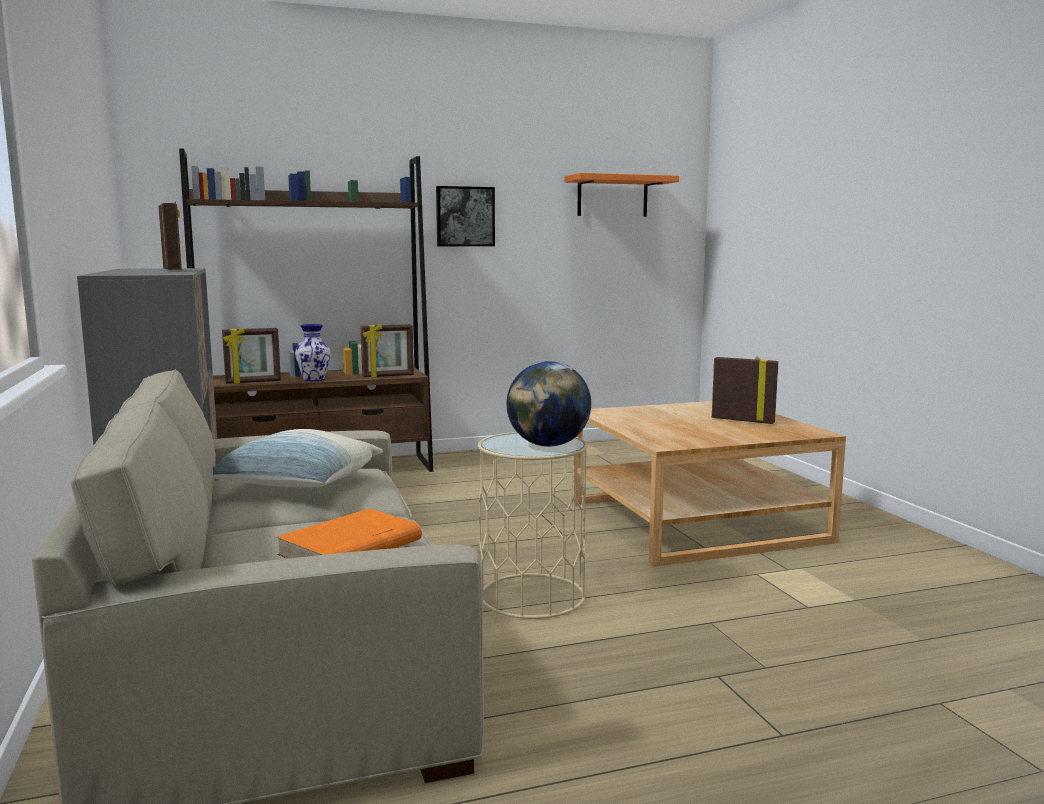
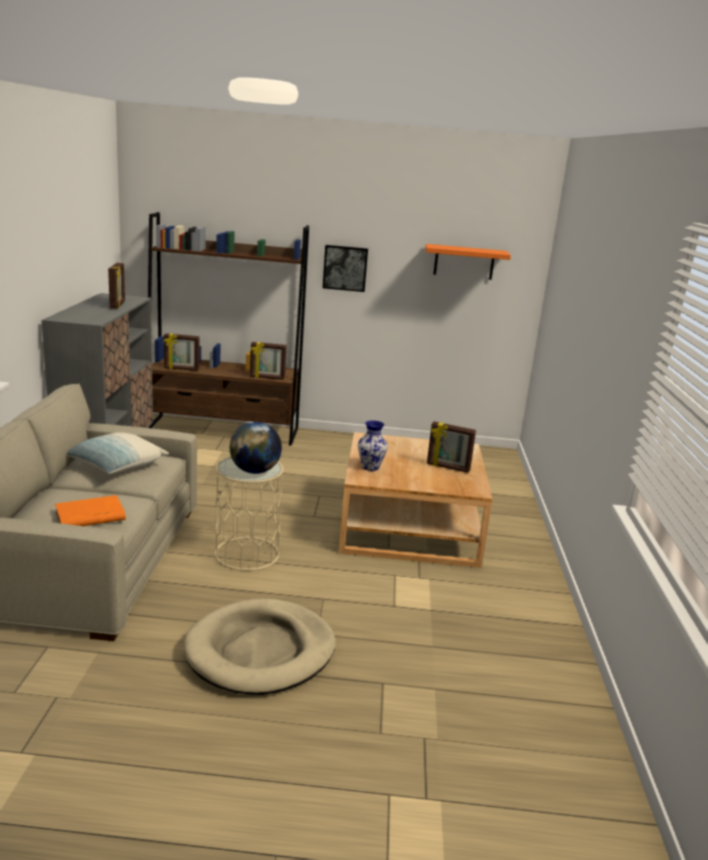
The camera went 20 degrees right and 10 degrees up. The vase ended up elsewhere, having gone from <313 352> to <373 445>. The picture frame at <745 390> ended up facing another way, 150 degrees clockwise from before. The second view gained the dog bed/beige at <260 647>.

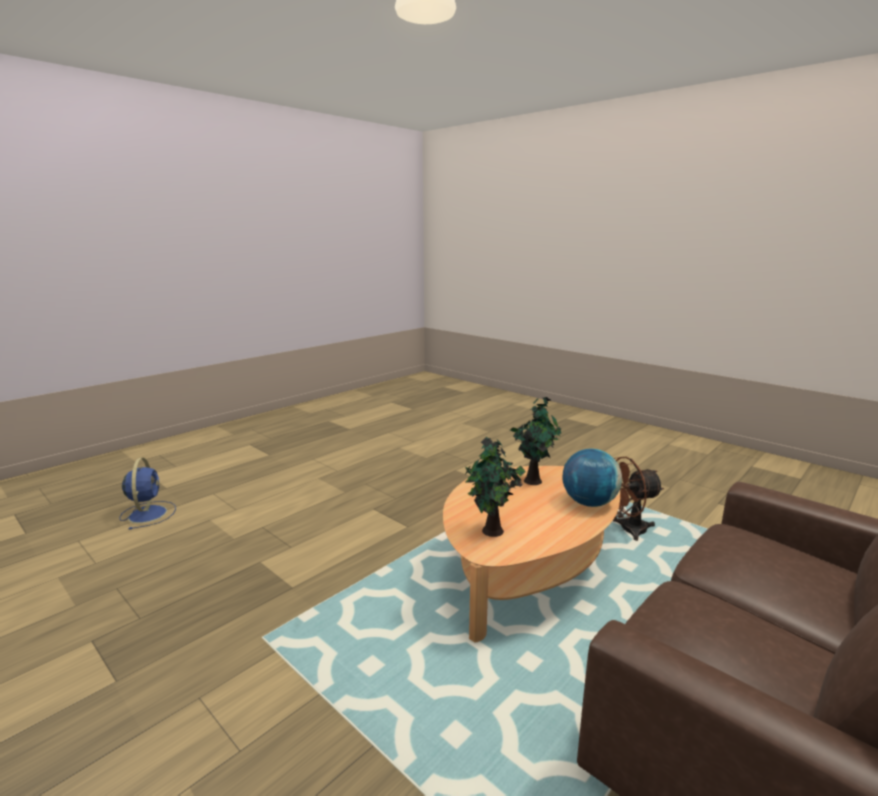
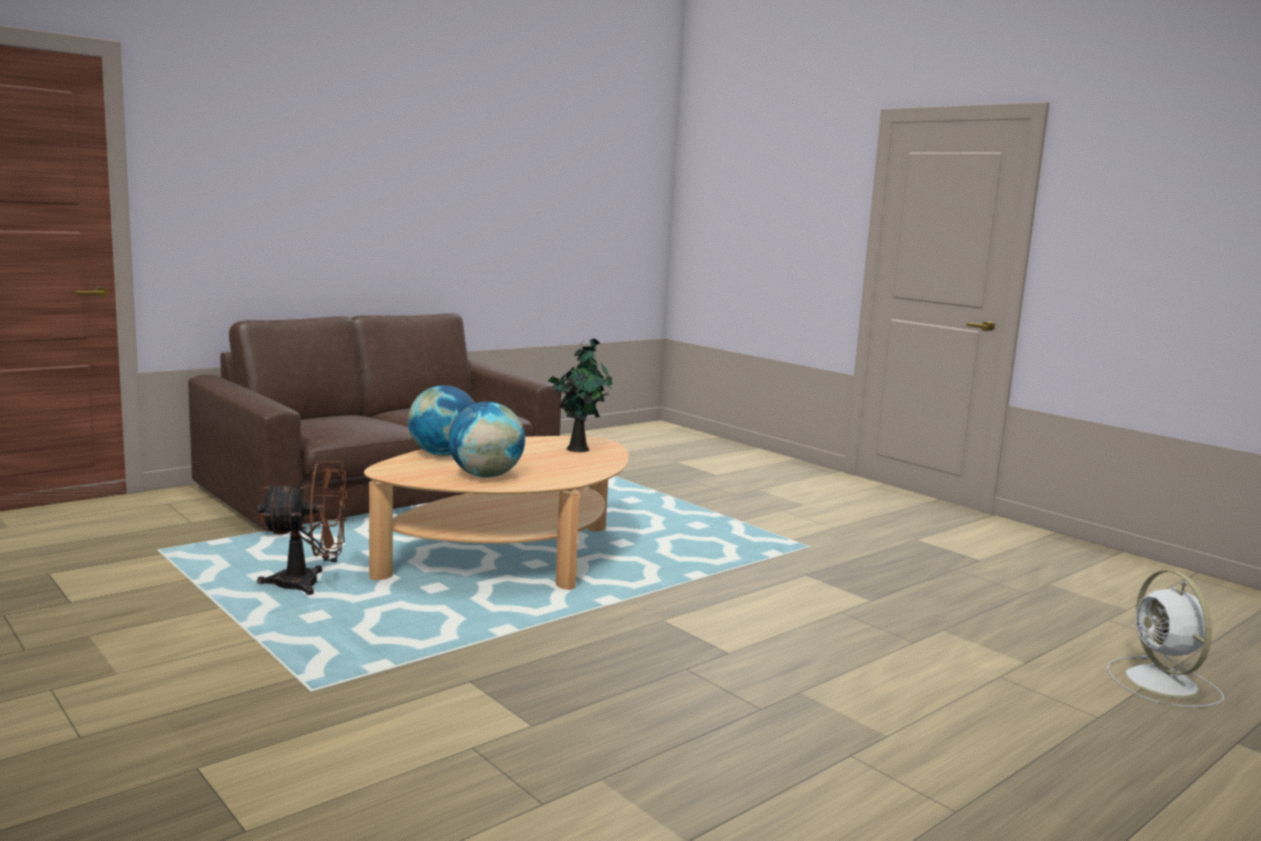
The camera went 175 degrees left and 5 degrees down. What was the fan/blue at <147 494> turned into the fan/white at <1165 639>. Where the potted plant stood at <536 441>, the globe came to stand at <487 440>.

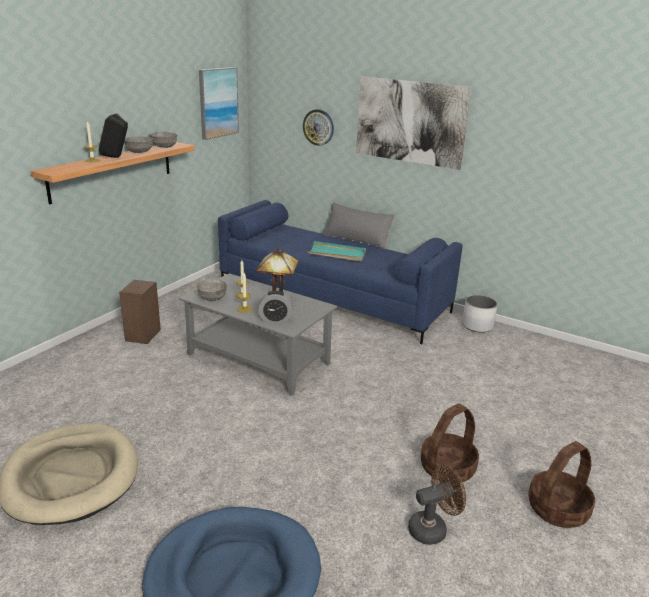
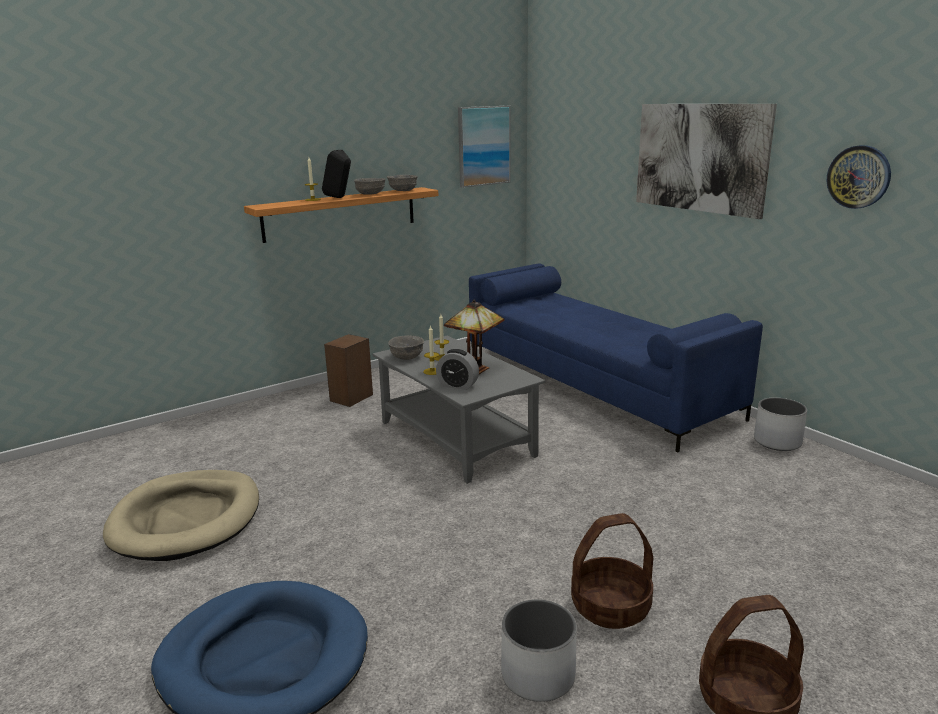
The camera went 25 degrees right and 5 degrees down. The wall clock ended up elsewhere, having gone from <318 127> to <859 177>. The second view lost the tray/turquoise at <336 251>. The second view lost the pillow/grey at <359 226>. Where the fan/brown stood at <437 504>, the planter/white came to stand at <539 650>.

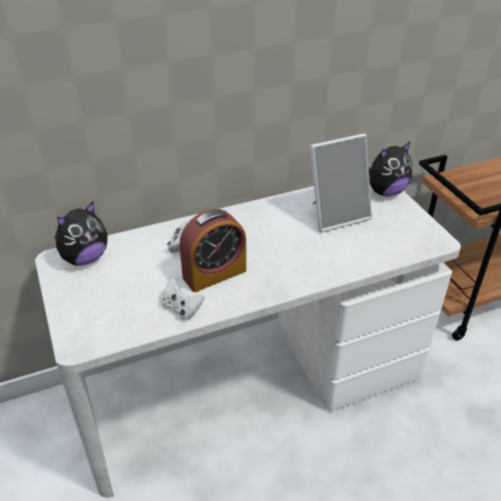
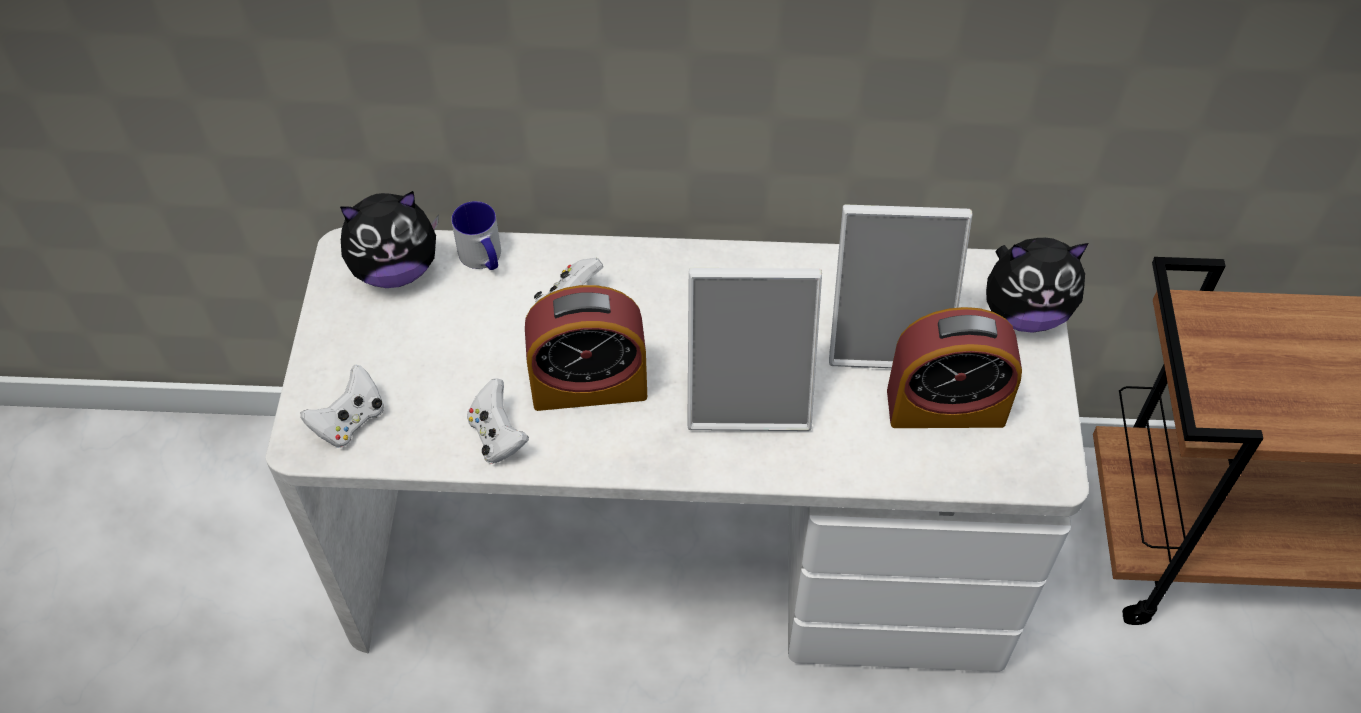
The camera went 25 degrees right and 15 degrees up. The second view gained the game controller/white at <342 406>. The second view gained the mug at <476 235>. The second view gained the picture frame at <754 349>. The second view gained the alarm clock at <954 367>.

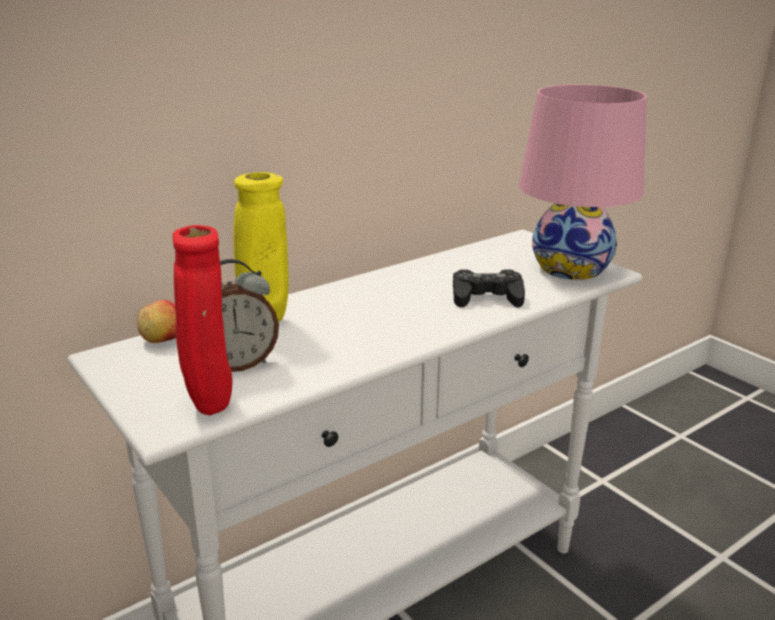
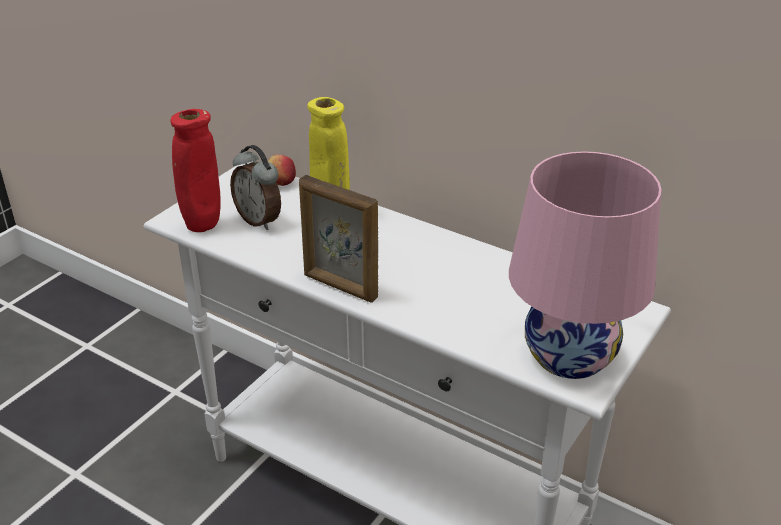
The camera went 70 degrees right and 10 degrees up. The second view lost the game controller/black at <489 289>. The second view gained the picture frame at <338 239>.

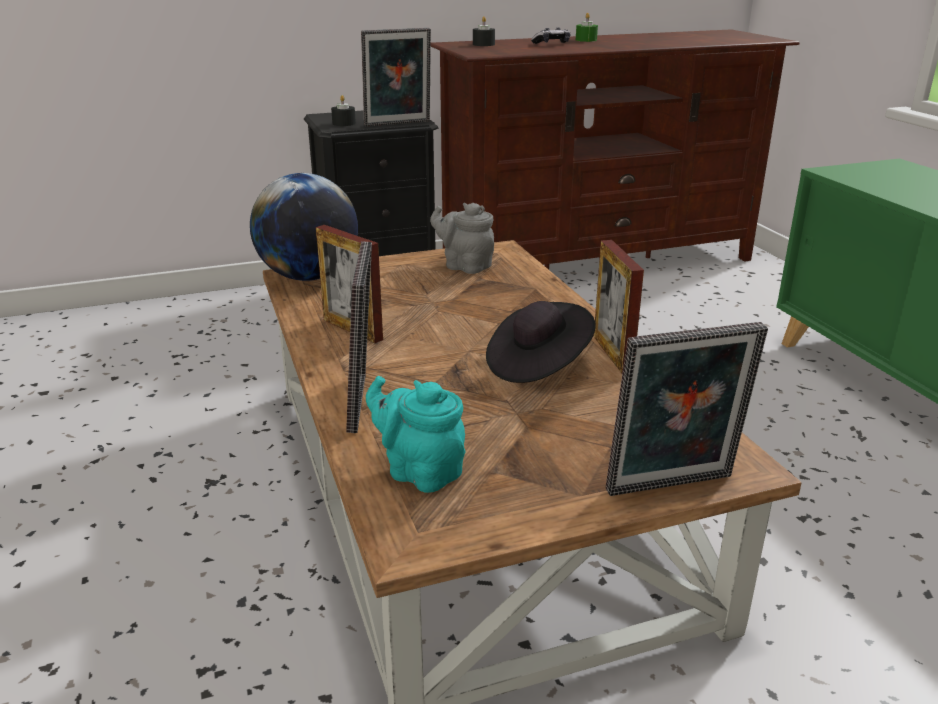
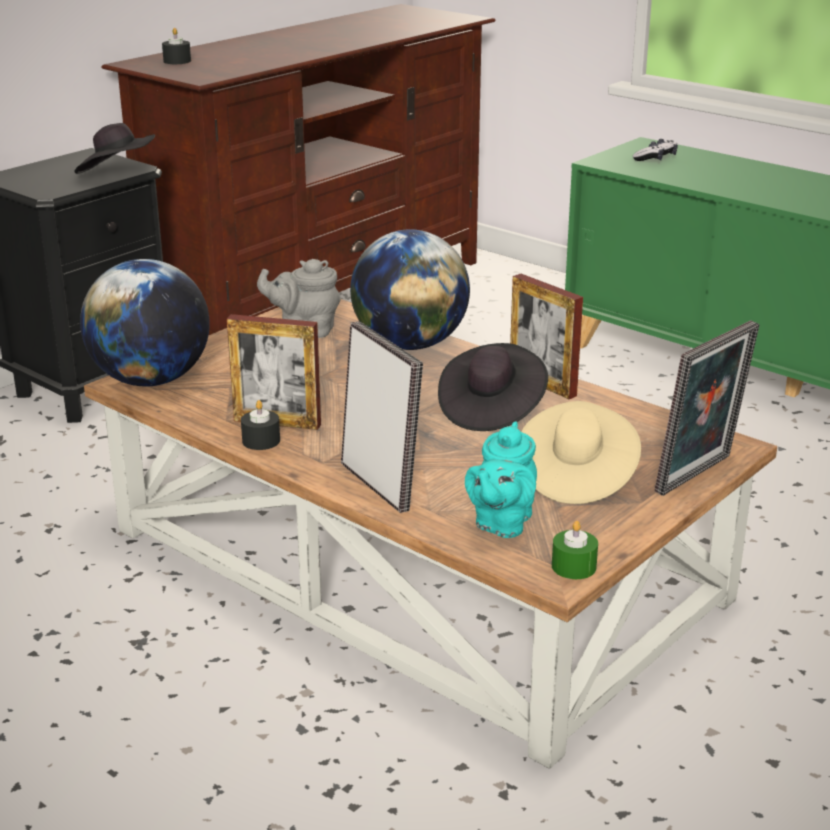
The camera went 30 degrees left and 0 degrees up. The candle/black ended up elsewhere, having gone from <343 110> to <260 425>. Where the picture frame stood at <396 77>, the hat/black came to stand at <115 148>. The teapot/turquoise at <416 434> ended up facing another way, 75 degrees counterclockwise from before. The game controller ended up elsewhere, having gone from <550 36> to <655 150>. The candle/green ended up elsewhere, having gone from <587 27> to <575 550>. The second view gained the globe at <410 289>. The second view gained the hat/beige at <581 452>.

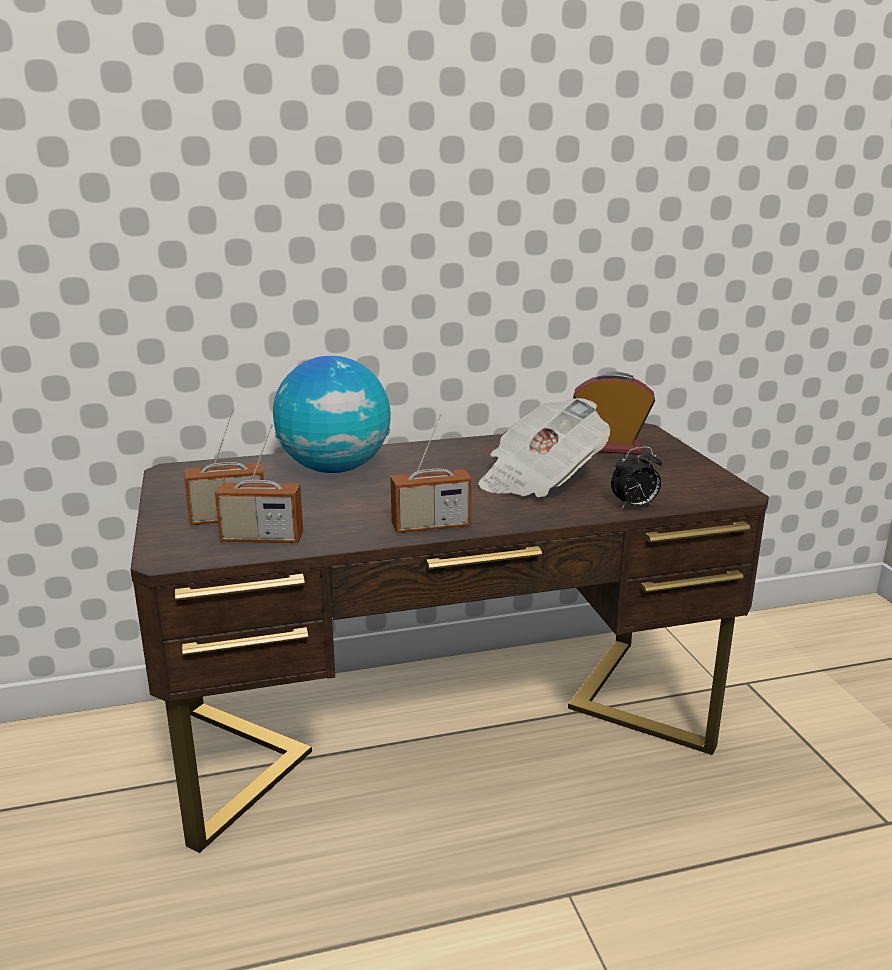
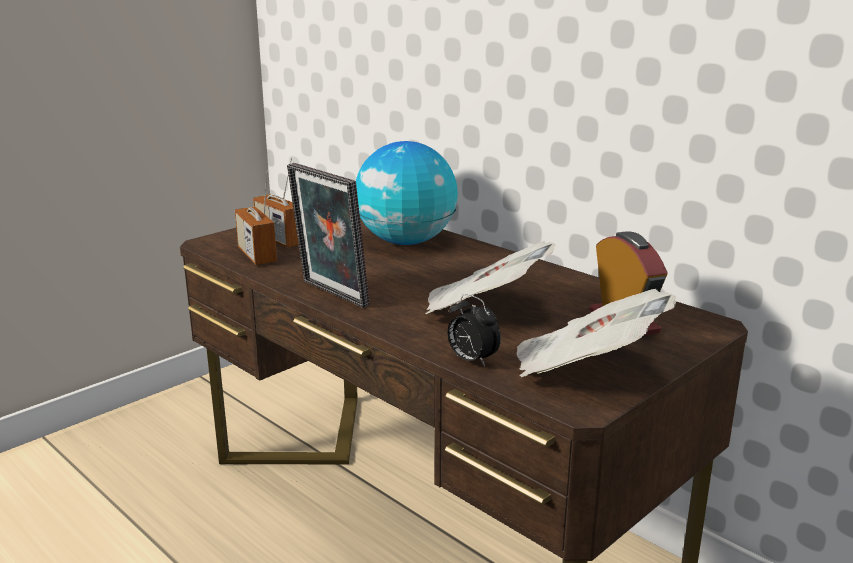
The camera went 60 degrees right and 0 degrees up. Where the radio stood at <431 473>, the picture frame came to stand at <328 235>. The second view gained the newspaper at <596 333>.

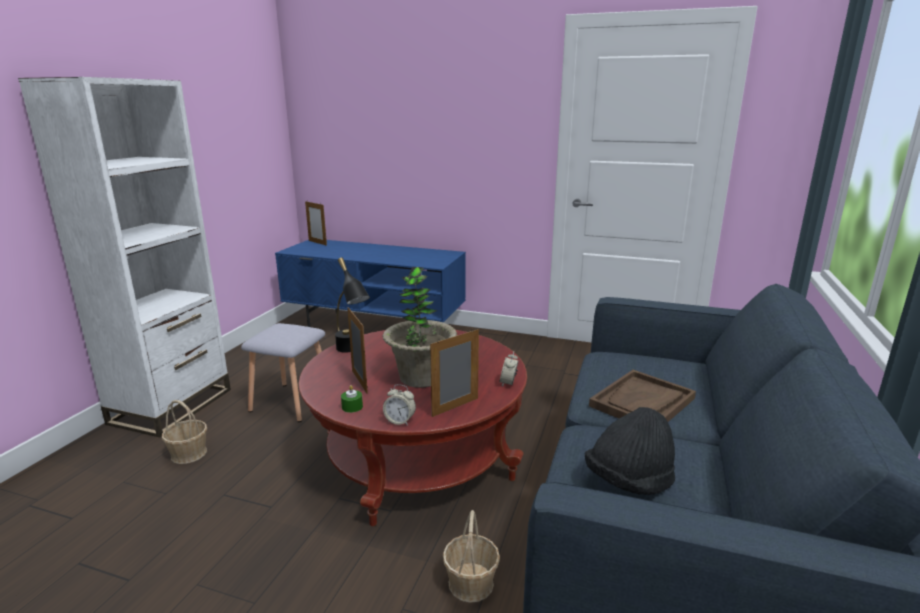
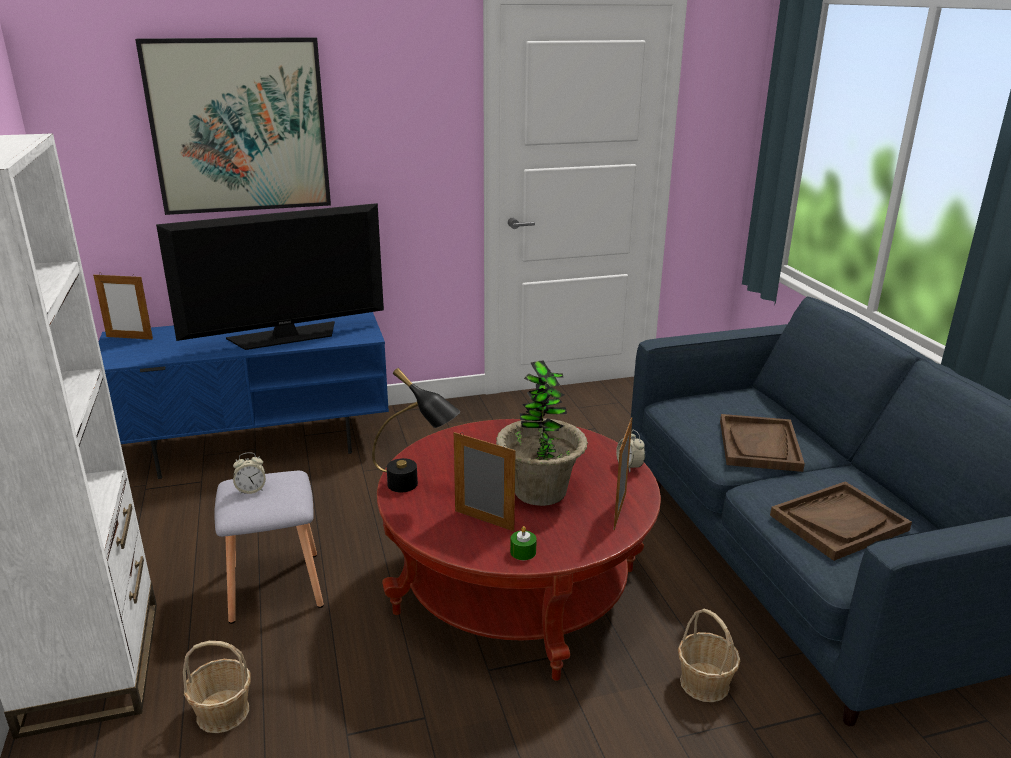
The camera went 35 degrees left and 5 degrees up. The alarm clock ended up elsewhere, having gone from <399 405> to <249 473>. Where the hat/black stood at <630 451>, the tray/brown came to stand at <841 521>. The second view gained the picture at <233 126>. The second view gained the television at <270 276>.

